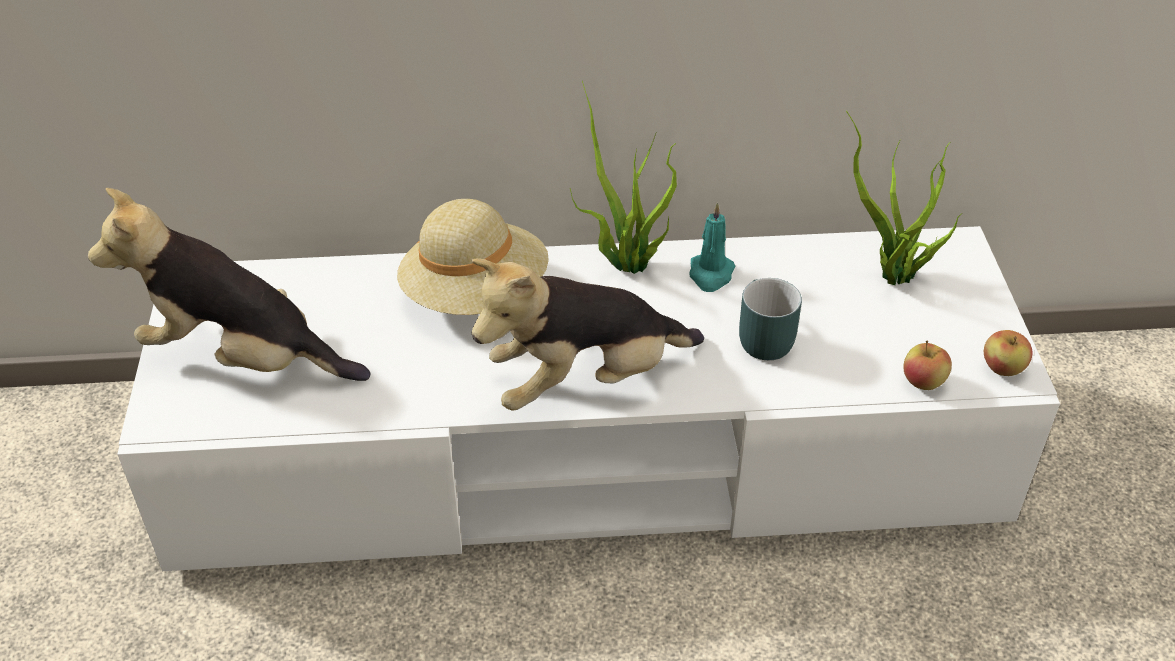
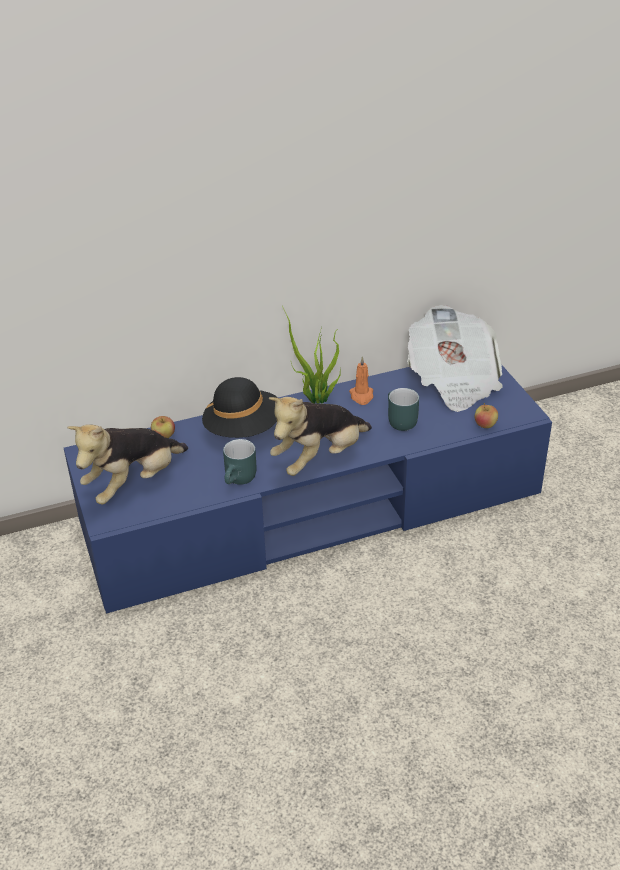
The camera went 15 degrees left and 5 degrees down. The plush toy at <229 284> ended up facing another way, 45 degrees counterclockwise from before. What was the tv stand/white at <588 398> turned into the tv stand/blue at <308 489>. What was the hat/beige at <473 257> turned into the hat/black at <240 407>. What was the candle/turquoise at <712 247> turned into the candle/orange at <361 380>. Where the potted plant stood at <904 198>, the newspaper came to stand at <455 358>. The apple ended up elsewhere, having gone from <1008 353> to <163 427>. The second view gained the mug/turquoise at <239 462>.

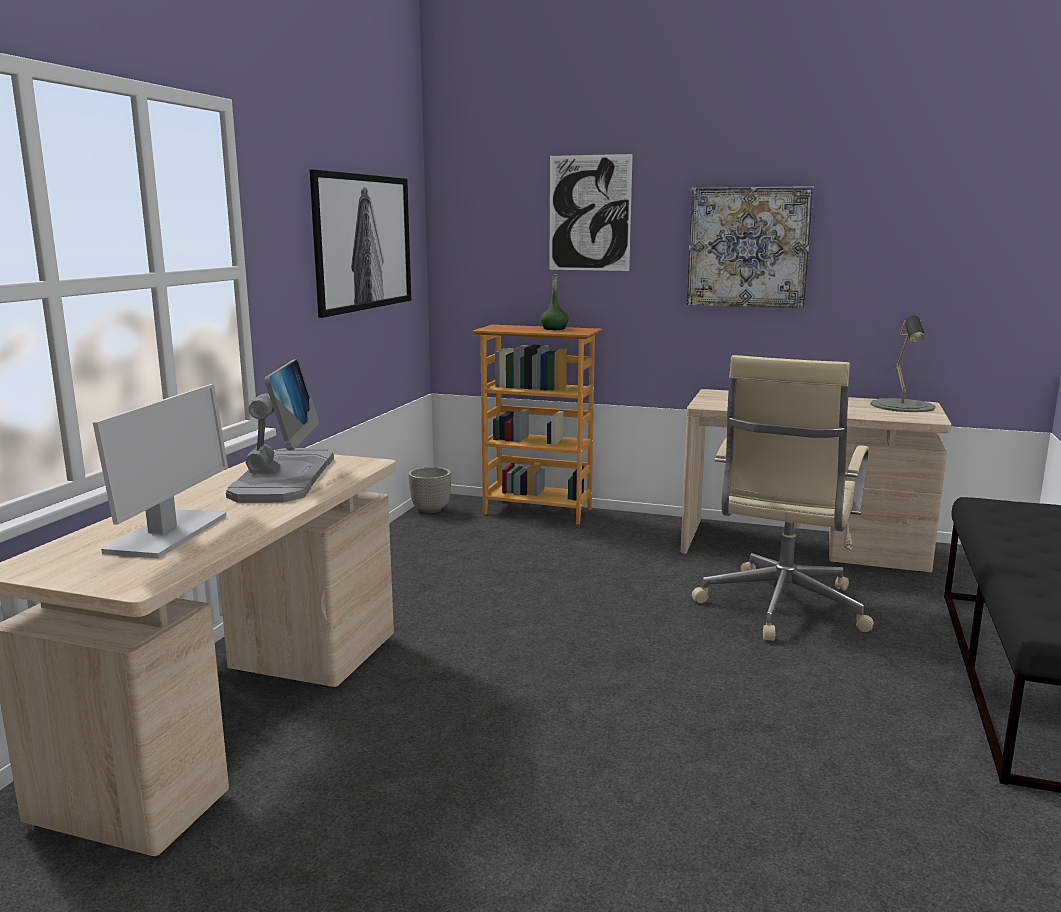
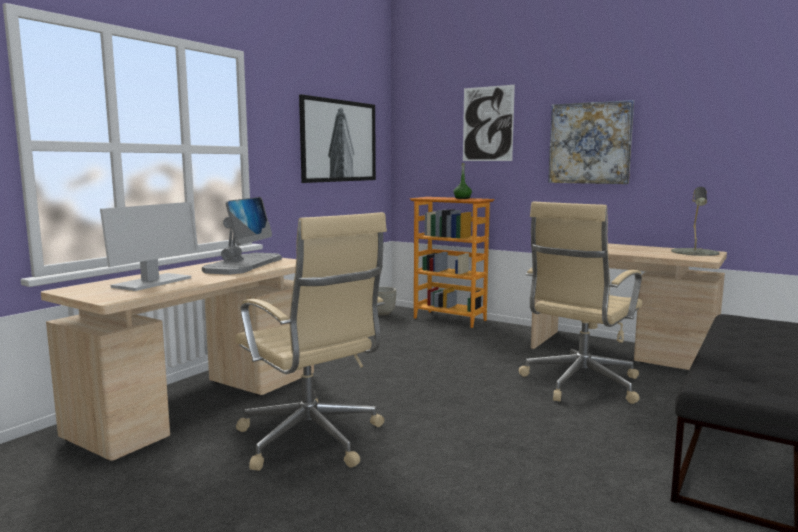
The camera went 15 degrees right and 5 degrees down. The second view gained the office chair/beige at <311 341>.

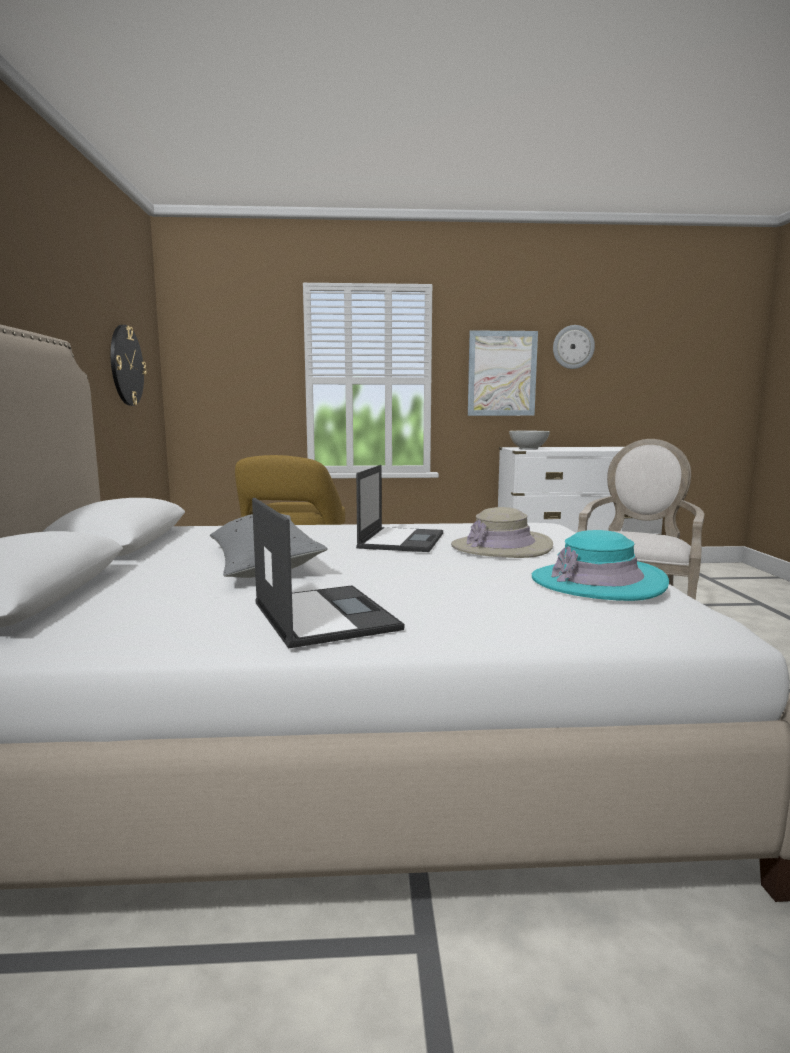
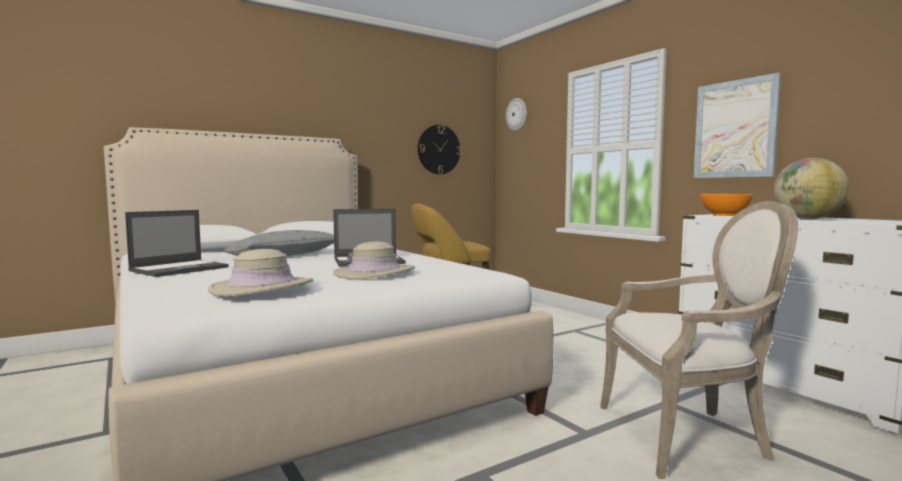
The camera went 60 degrees right and 5 degrees down. What was the bowl/white at <529 440> turned into the bowl/orange at <727 205>. What was the hat/turquoise at <600 565> turned into the hat/beige at <260 272>. The wall clock ended up elsewhere, having gone from <574 347> to <516 114>. The second view gained the globe at <811 188>.

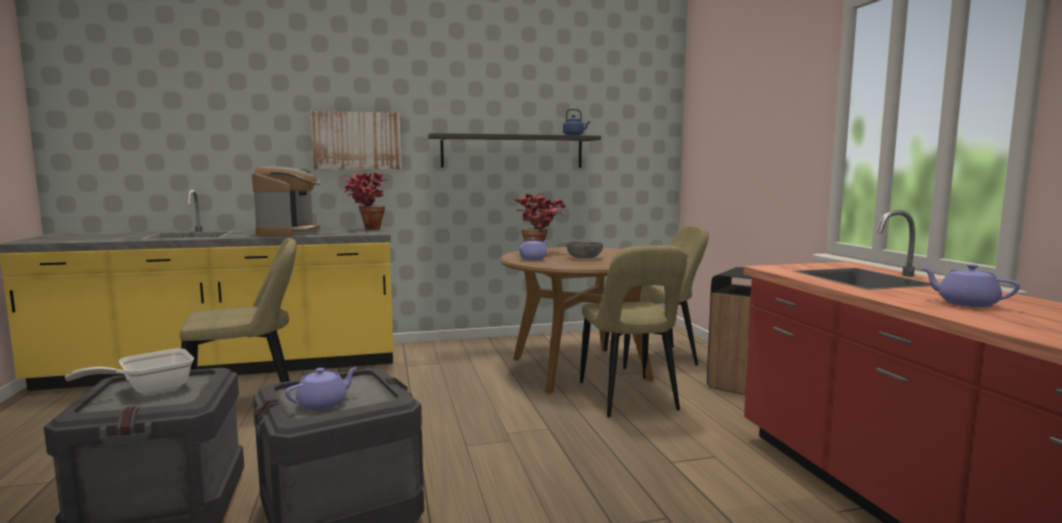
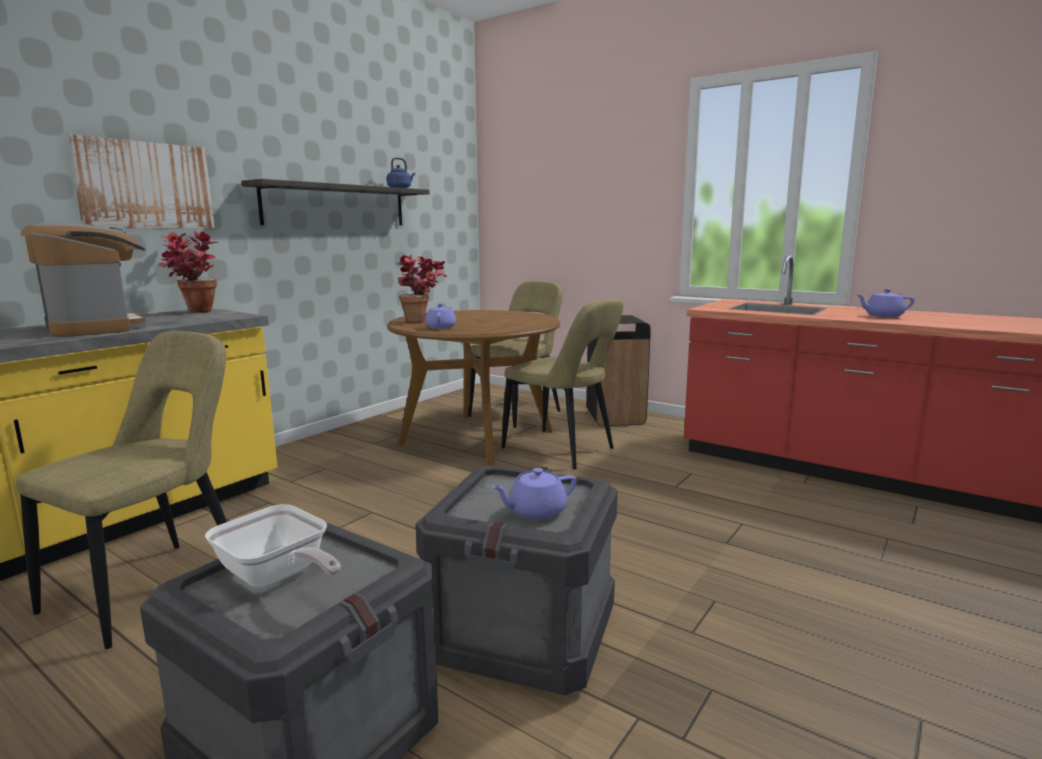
The camera went 40 degrees left and 5 degrees up. The frying pan at <129 372> ended up facing another way, 60 degrees counterclockwise from before. The teapot/purple at <321 389> ended up facing another way, 120 degrees counterclockwise from before. The second view lost the bowl/grey at <584 250>.

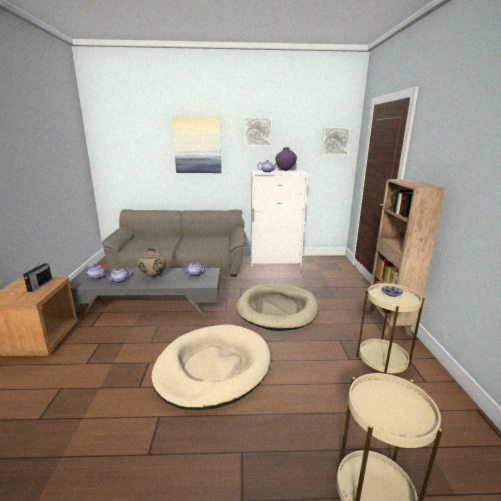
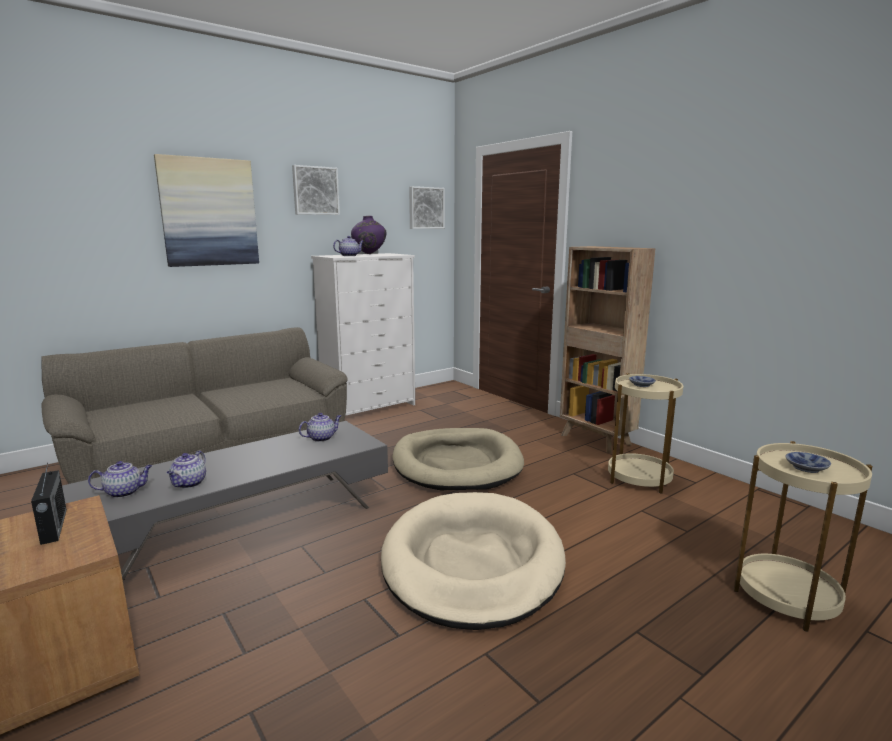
The camera went 35 degrees left and 5 degrees down. The second view lost the vase/beige at <152 262>. The second view gained the bowl at <808 462>.

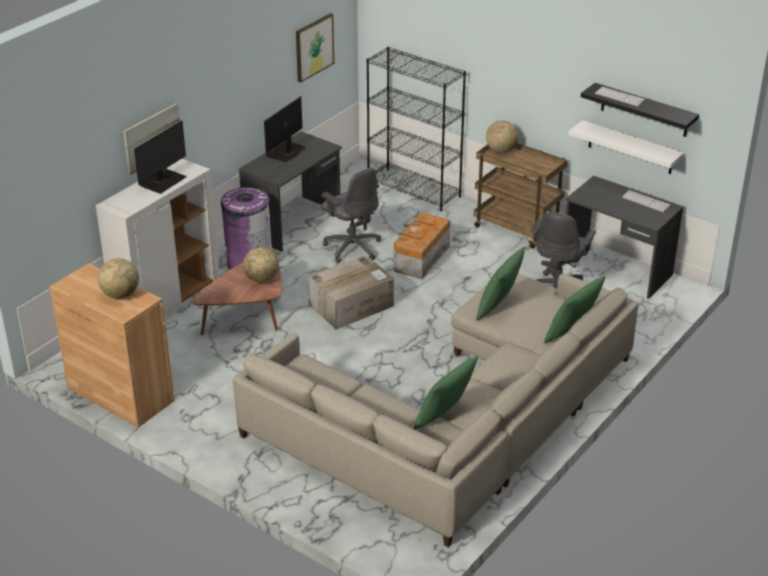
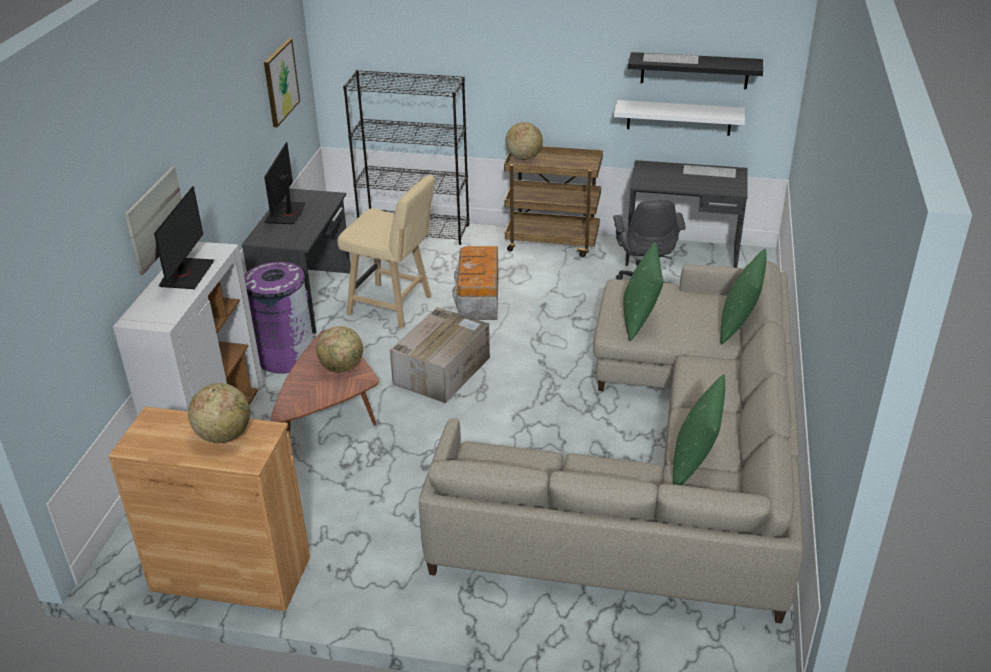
The camera went 25 degrees left and 0 degrees up. Where the office chair/grey stood at <351 215>, the stool/beige came to stand at <386 252>.

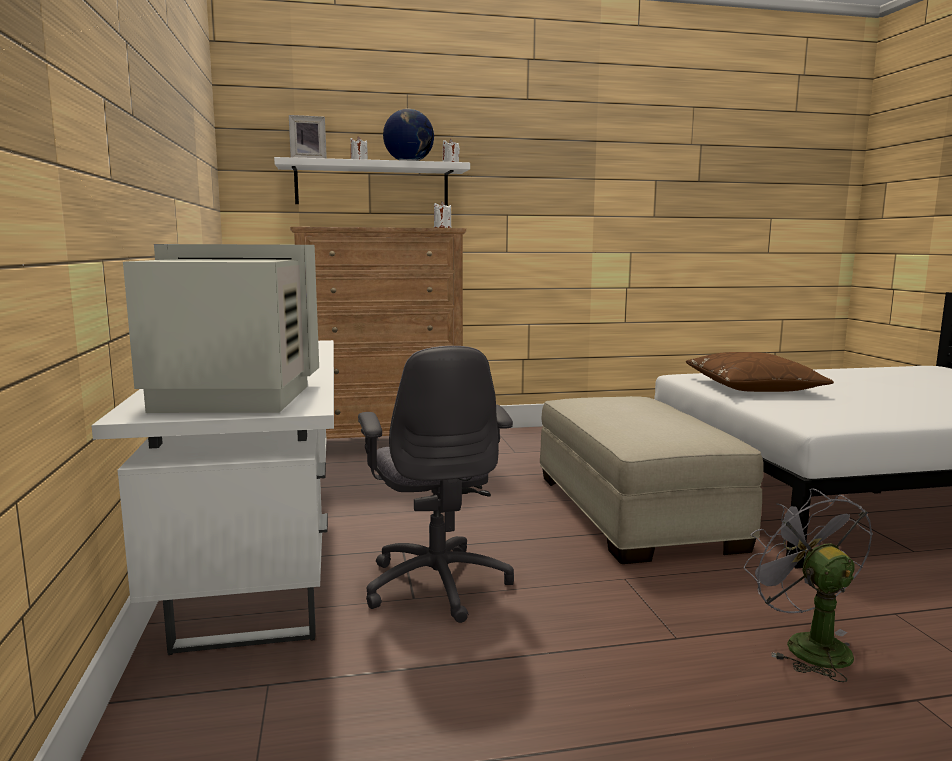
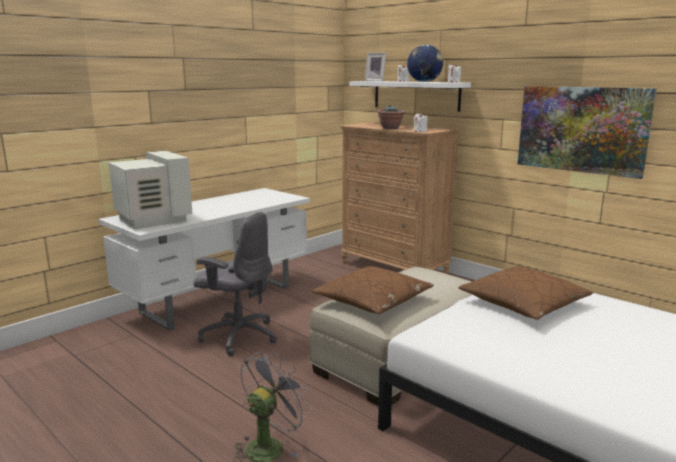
The camera went 55 degrees right and 5 degrees up. The office chair/grey at <436 484> ended up facing another way, 105 degrees counterclockwise from before. The second view gained the pillow/brown at <373 290>. The second view gained the potted plant at <391 117>. The second view gained the picture at <587 132>.

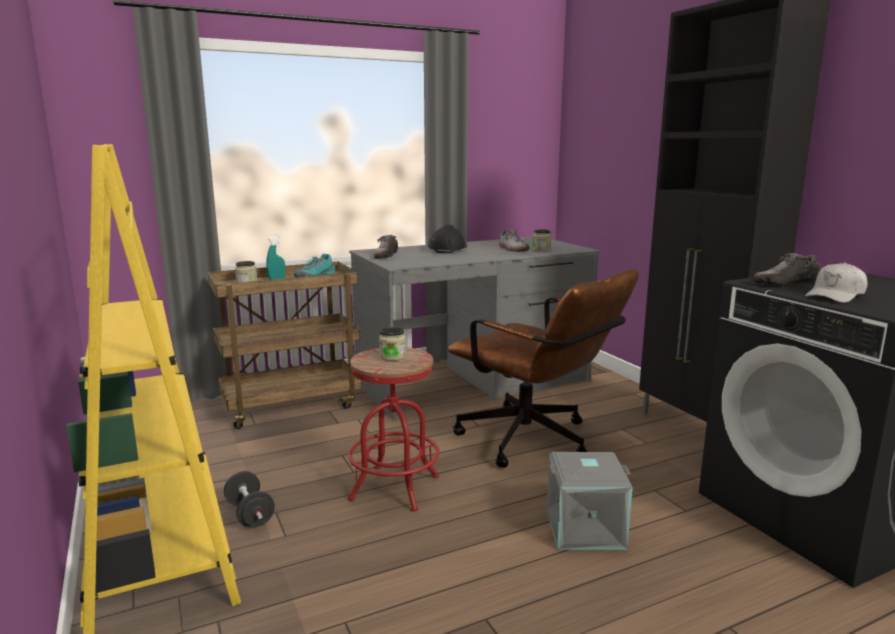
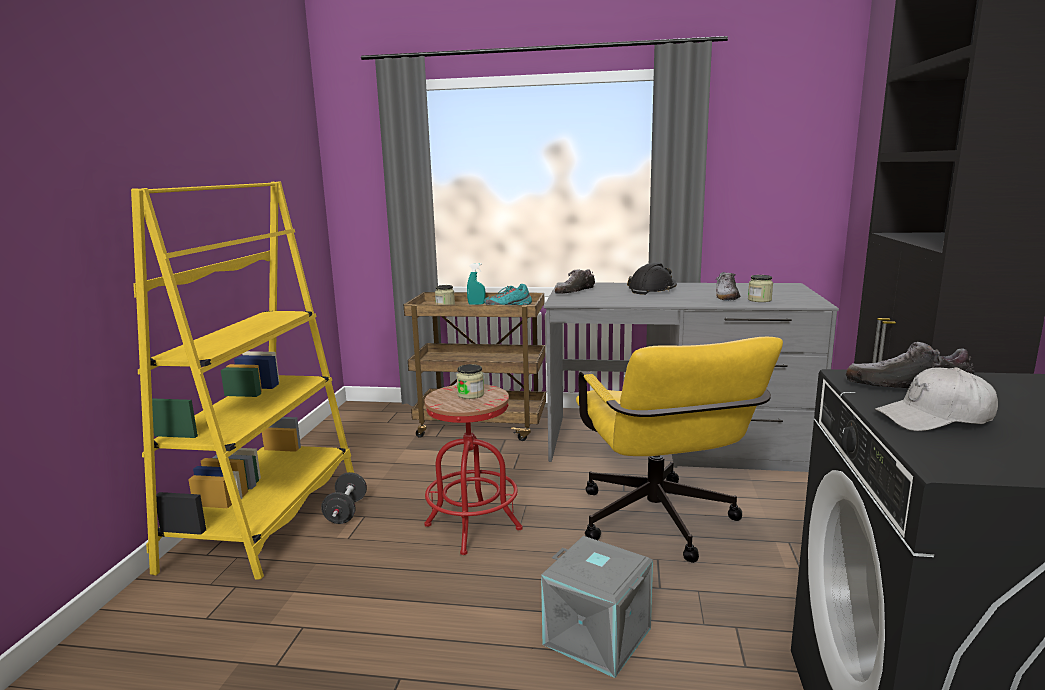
The camera went 35 degrees right and 0 degrees up. What was the office chair/brown at <543 368> turned into the office chair/yellow at <679 450>.

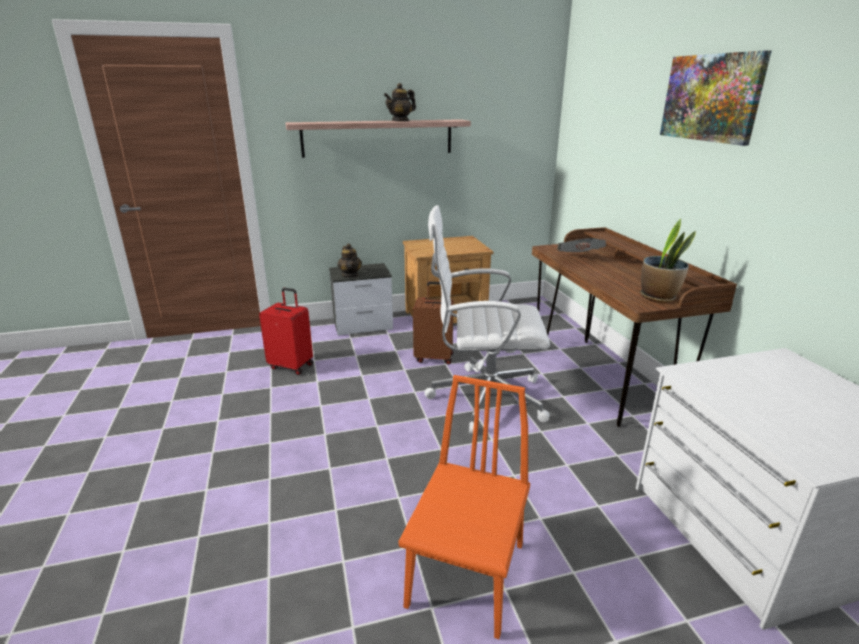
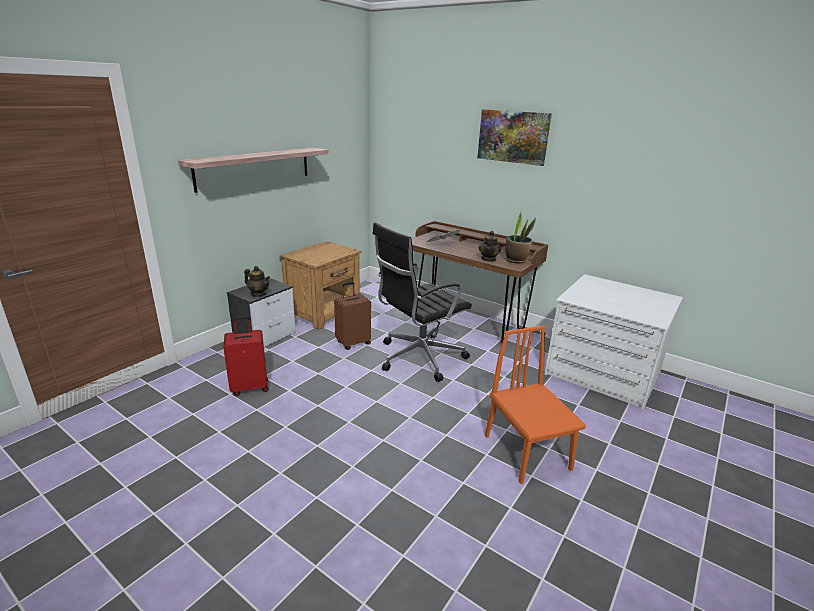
The camera went 40 degrees left and 0 degrees up. The teapot ended up elsewhere, having gone from <400 102> to <490 246>. What was the office chair/white at <487 319> turned into the office chair/black at <422 302>.

